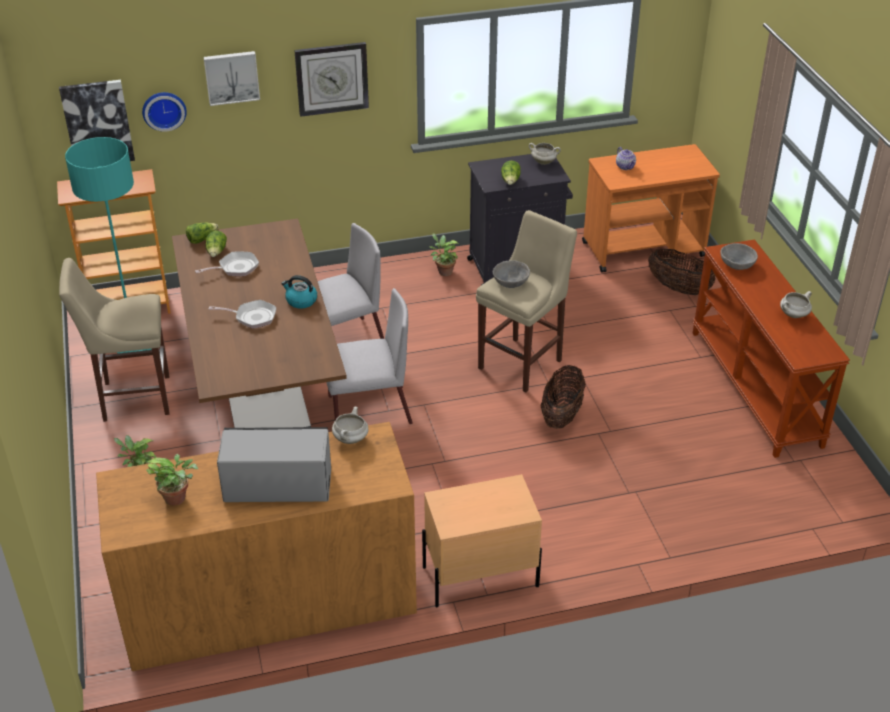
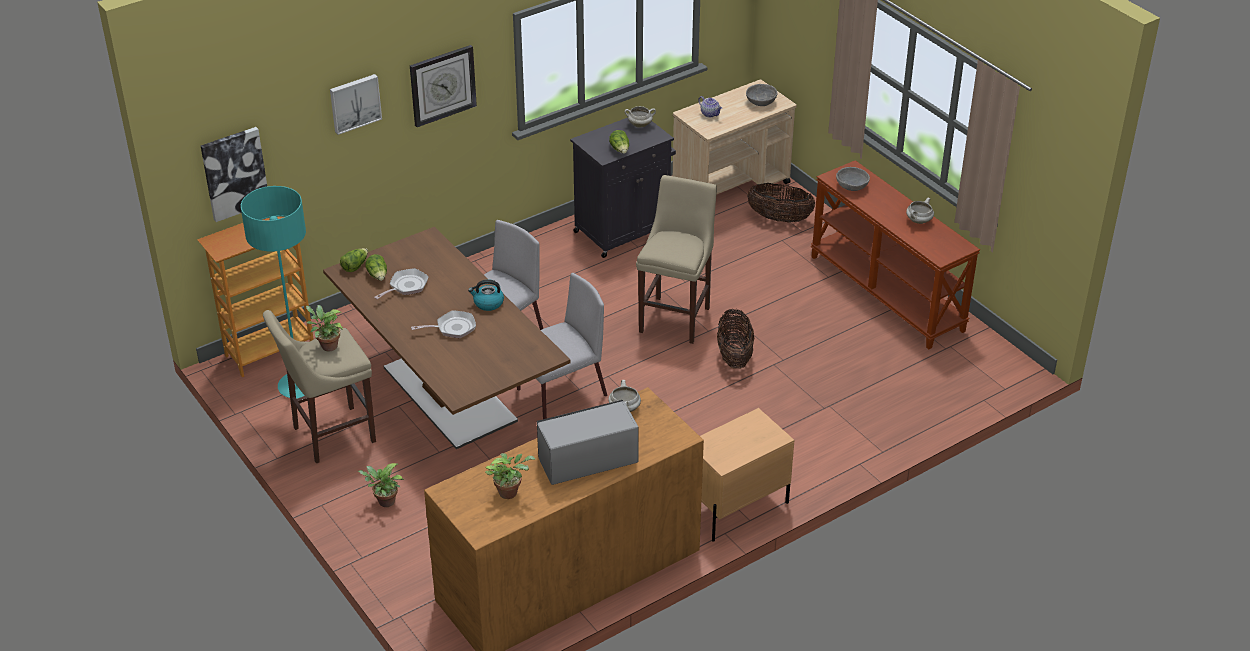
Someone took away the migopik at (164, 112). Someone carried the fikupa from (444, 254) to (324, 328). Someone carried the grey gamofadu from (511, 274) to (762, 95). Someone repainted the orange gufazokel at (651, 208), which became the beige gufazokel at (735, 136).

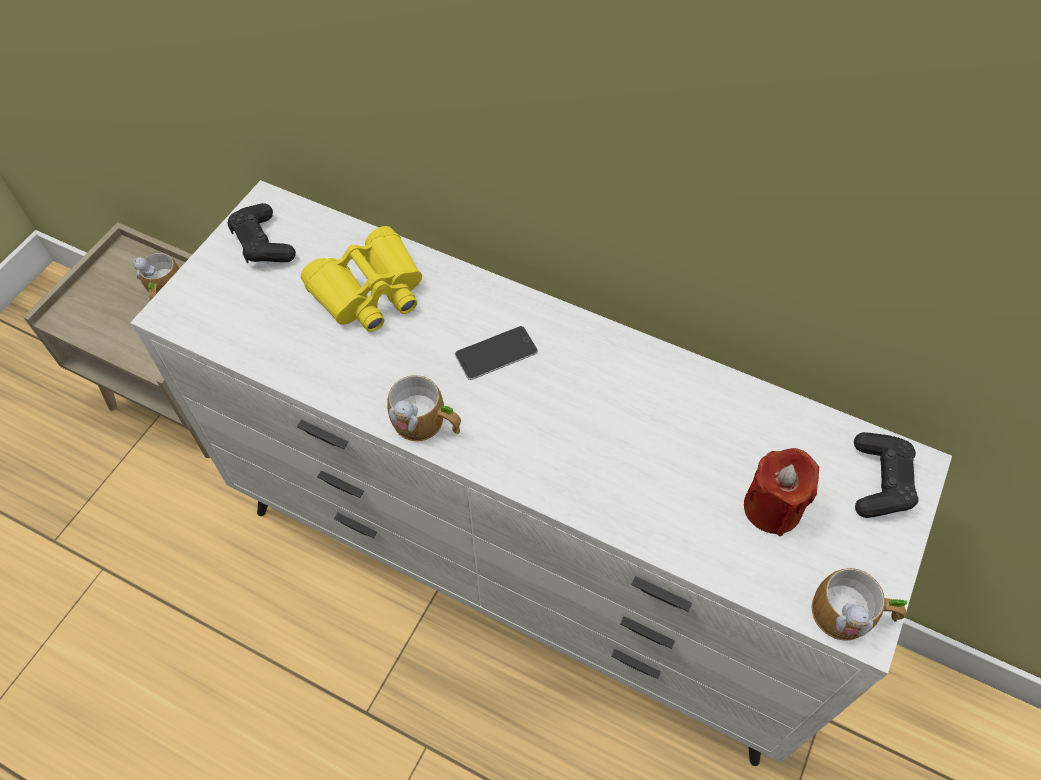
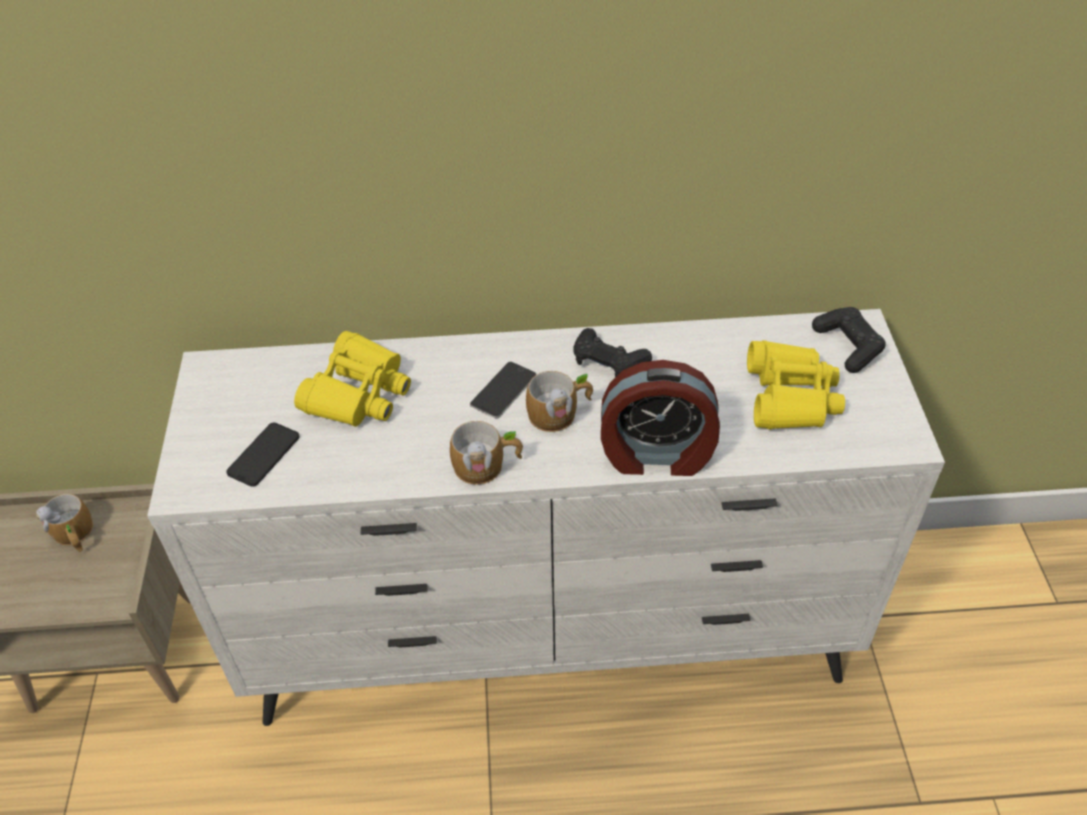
Someone put down the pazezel at (263, 455). Someone put down the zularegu at (660, 418). Someone carried the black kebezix from (261, 233) to (612, 352). Someone carried the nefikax from (859, 604) to (559, 401). Someone swapped the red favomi at (781, 492) for the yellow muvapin at (796, 384).

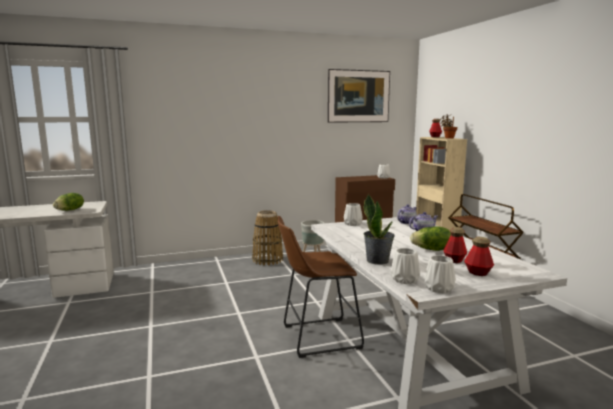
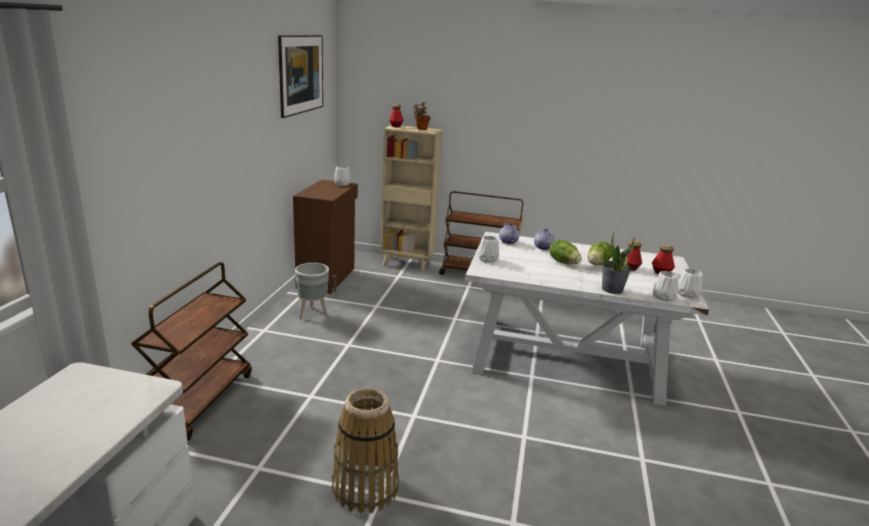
Someone took away the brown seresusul at (321, 287). Someone put down the brown gufazokel at (191, 351). Someone carried the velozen from (68, 202) to (565, 252). Someone carried the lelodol from (267, 238) to (365, 451).

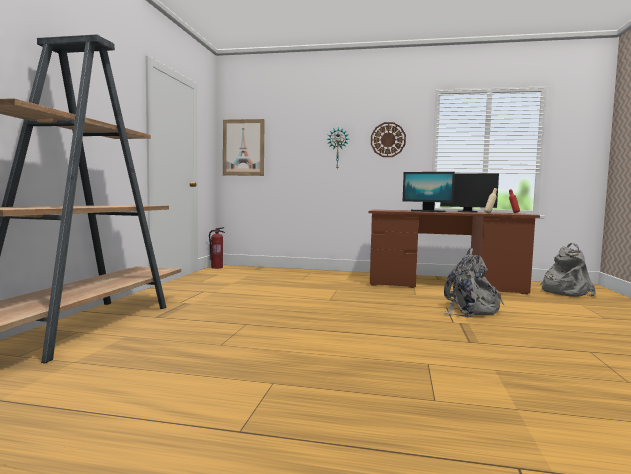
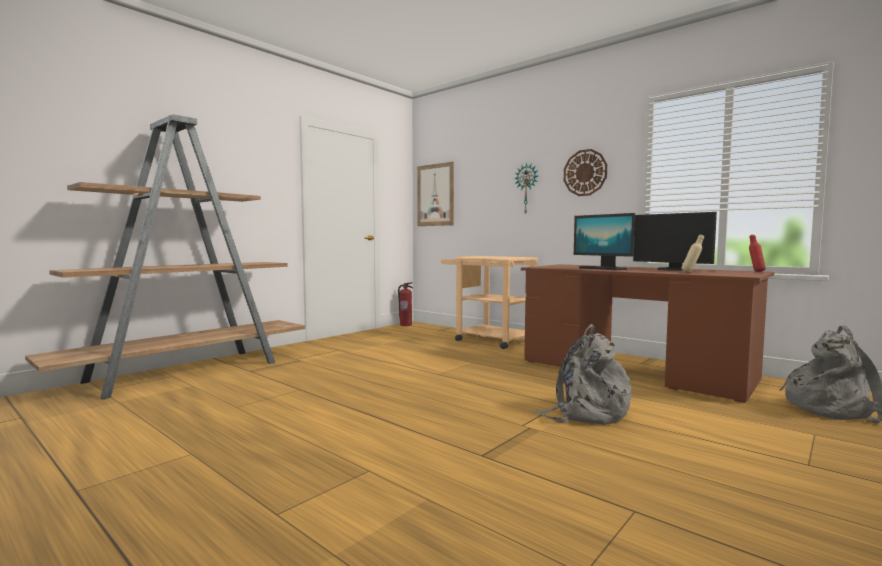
Someone put down the beige gufazokel at (489, 302).

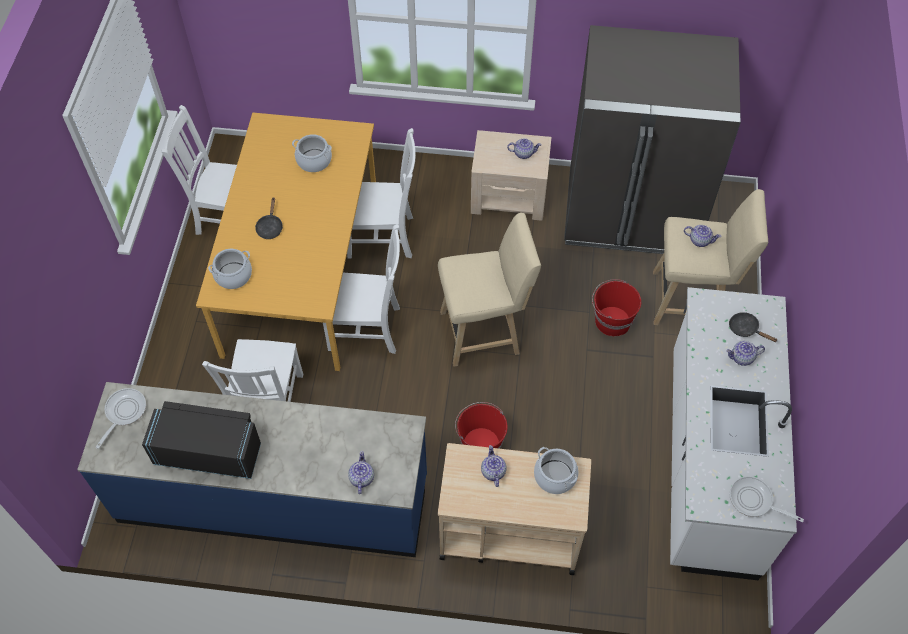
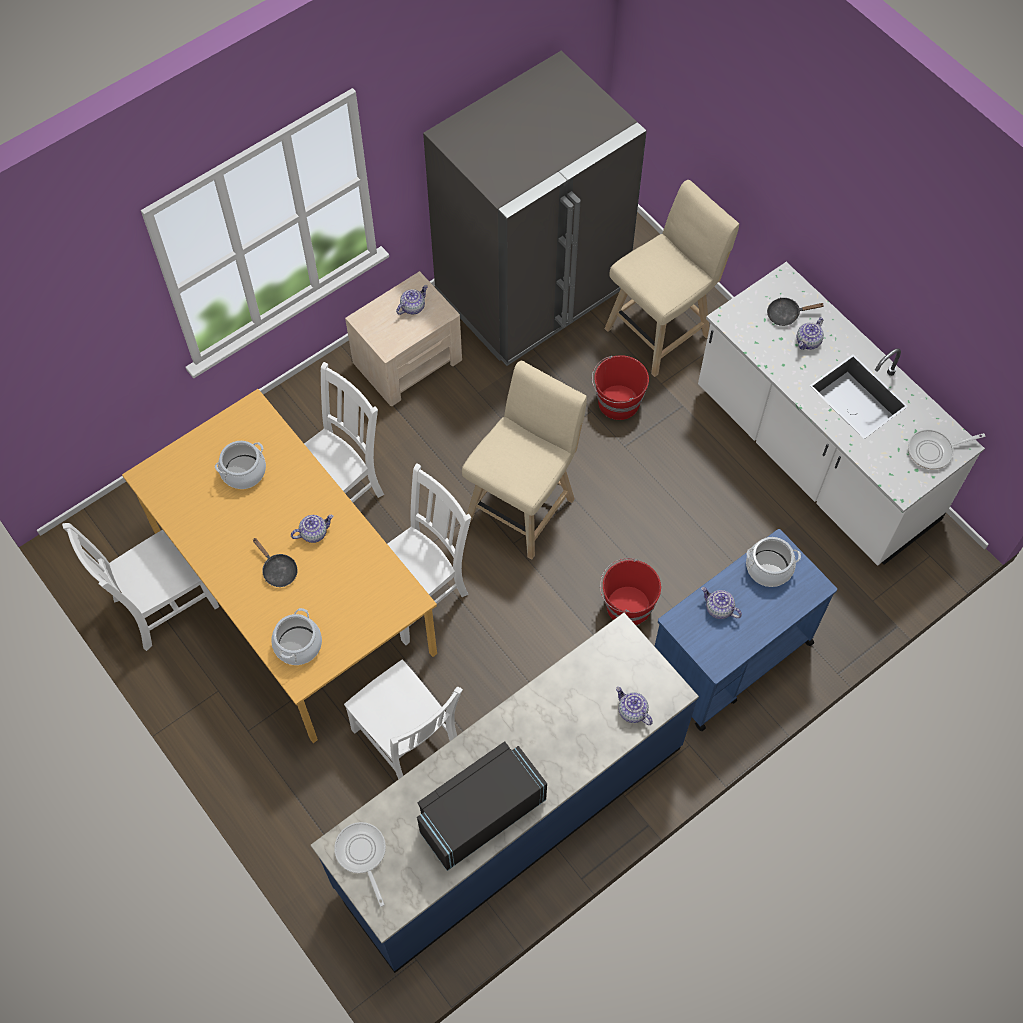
Someone carried the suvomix from (702, 236) to (312, 529). Someone repainted the beige gufazokel at (514, 509), which became the blue gufazokel at (746, 630).

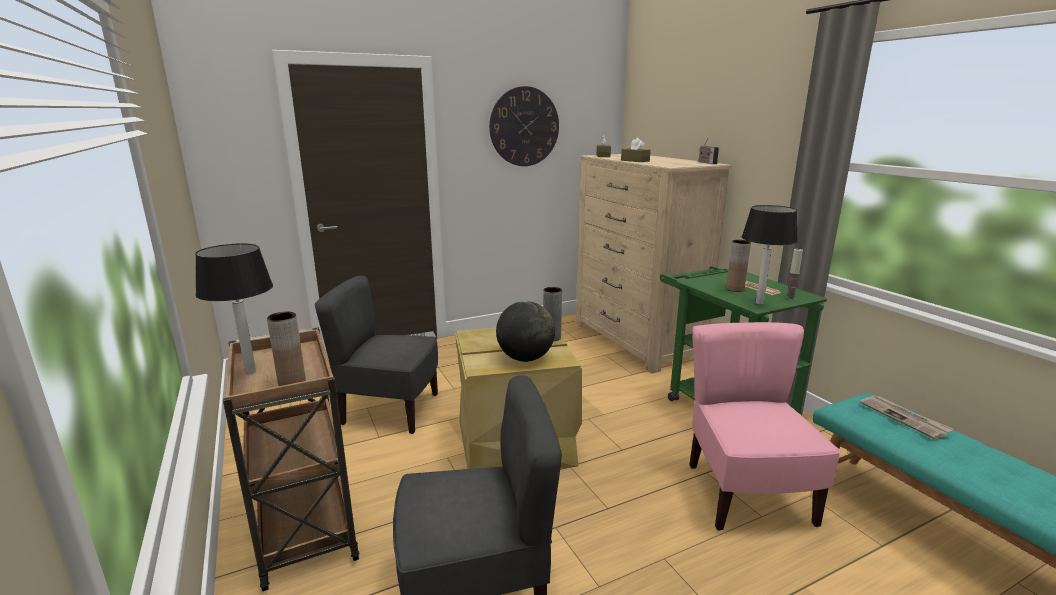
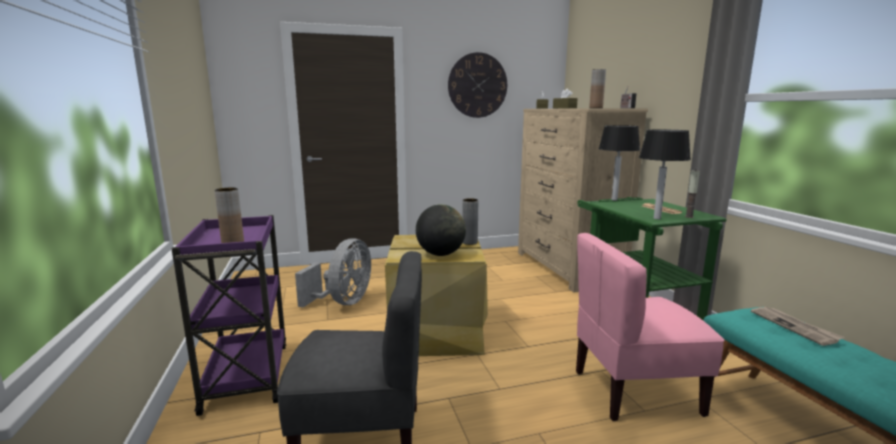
Someone carried the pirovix from (234, 308) to (619, 163). Someone carried the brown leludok from (738, 266) to (597, 88). Someone swapped the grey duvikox at (376, 355) for the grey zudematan at (333, 273). Someone repainted the brown gufazokel at (291, 459), which became the purple gufazokel at (228, 315). Someone rotated the pink duvikox at (765, 426) by 105 degrees counterclockwise.

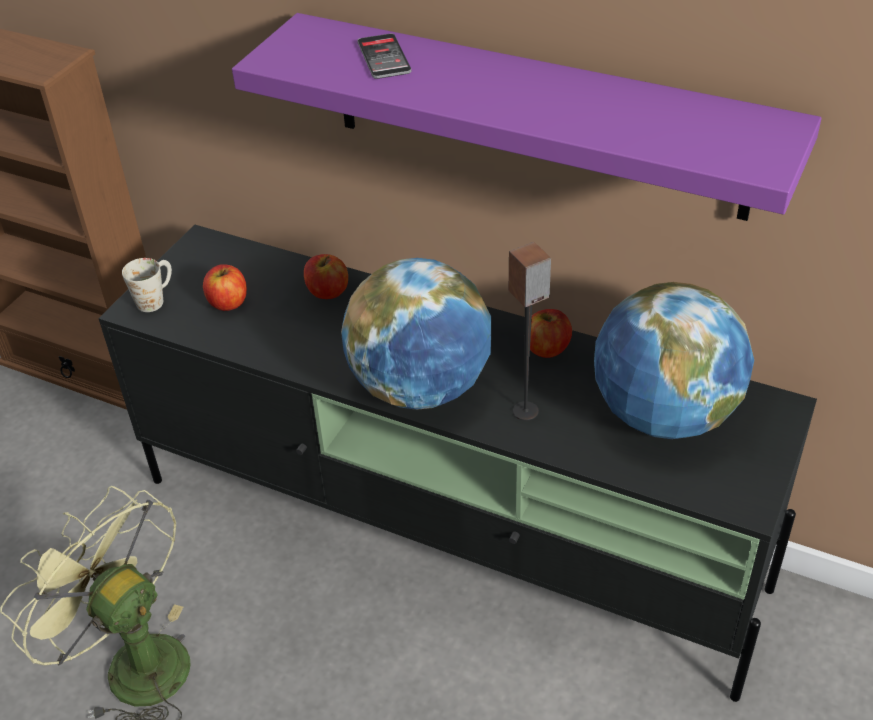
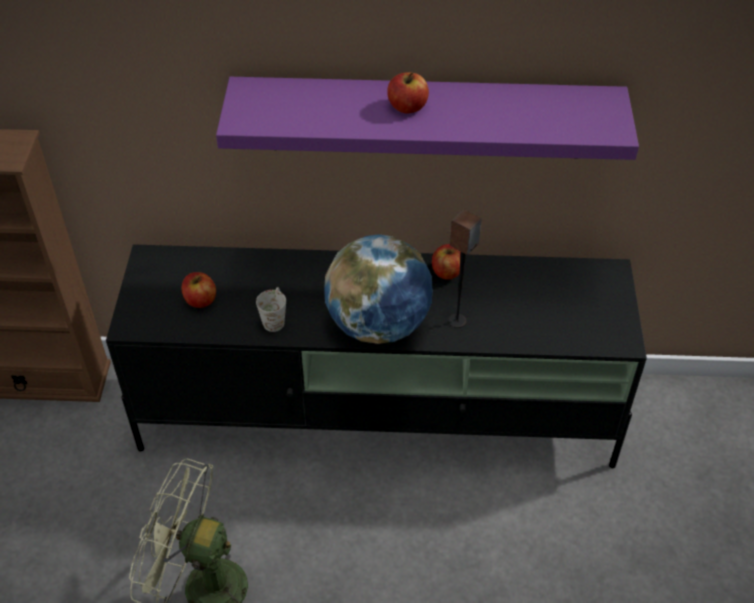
Someone took away the pazezel at (384, 56). Someone took away the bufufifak at (674, 360). Someone carried the white nefikax from (147, 285) to (271, 309). Someone carried the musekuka from (326, 276) to (408, 93).

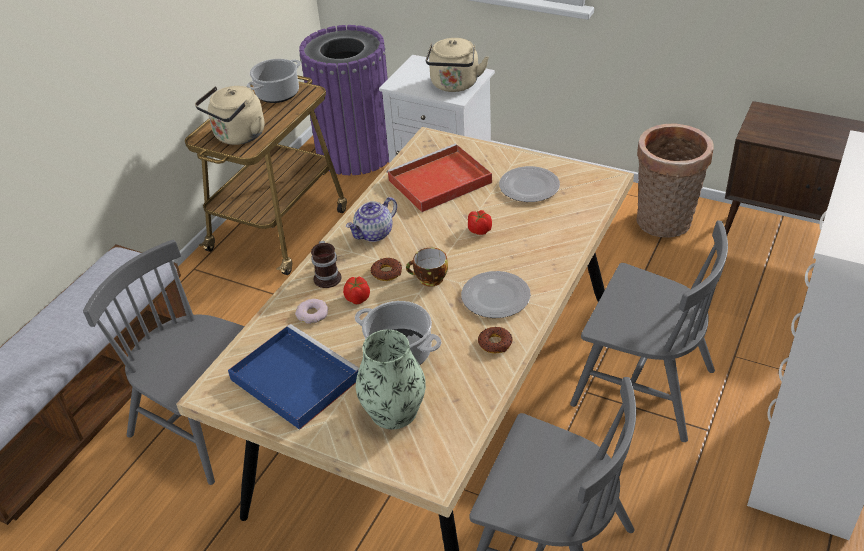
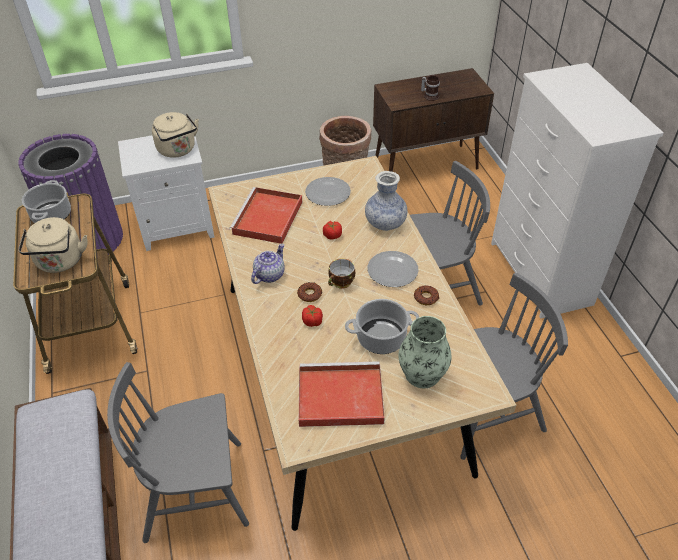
Someone took away the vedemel at (311, 311). Someone put down the leludok at (386, 201). Someone carried the nefikax from (326, 264) to (430, 88). Someone repainted the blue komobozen at (293, 377), which became the red komobozen at (342, 394). Someone rotated the suvomix at (371, 219) by 150 degrees counterclockwise.

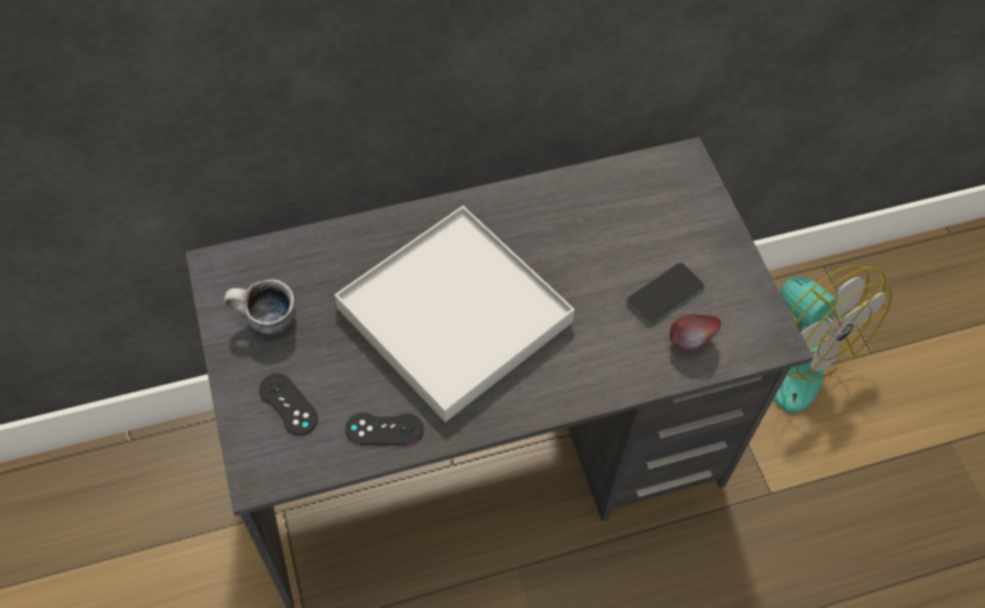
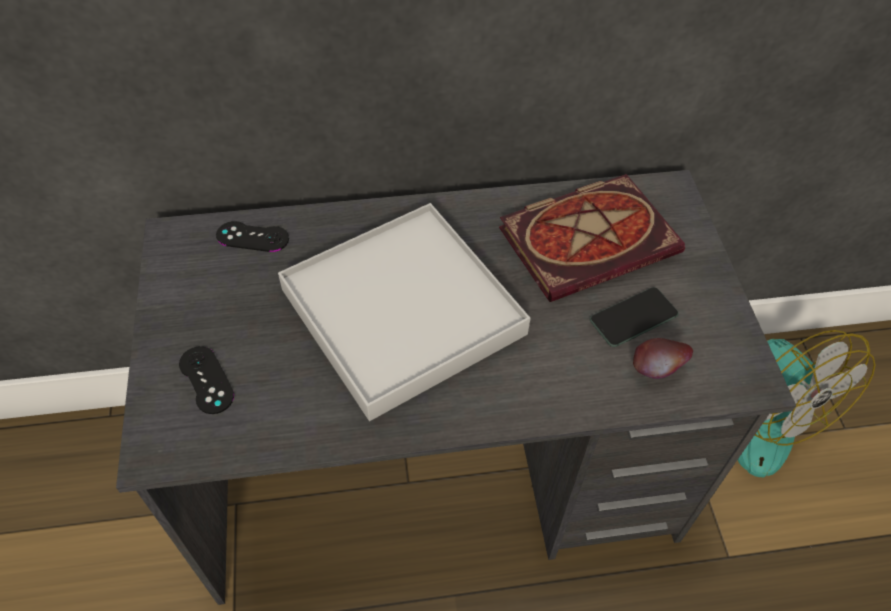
Someone took away the nefikax at (260, 307). Someone put down the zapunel at (592, 238). Someone carried the black kebezix from (384, 429) to (252, 236).

